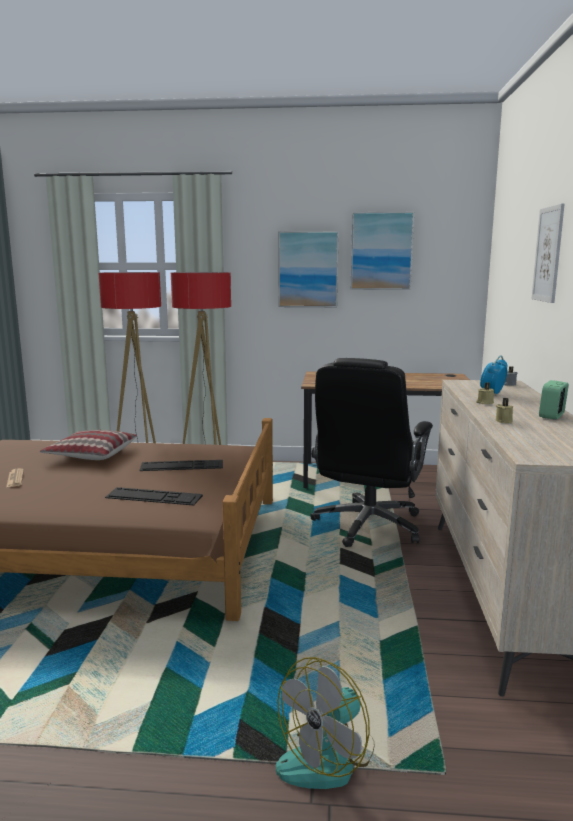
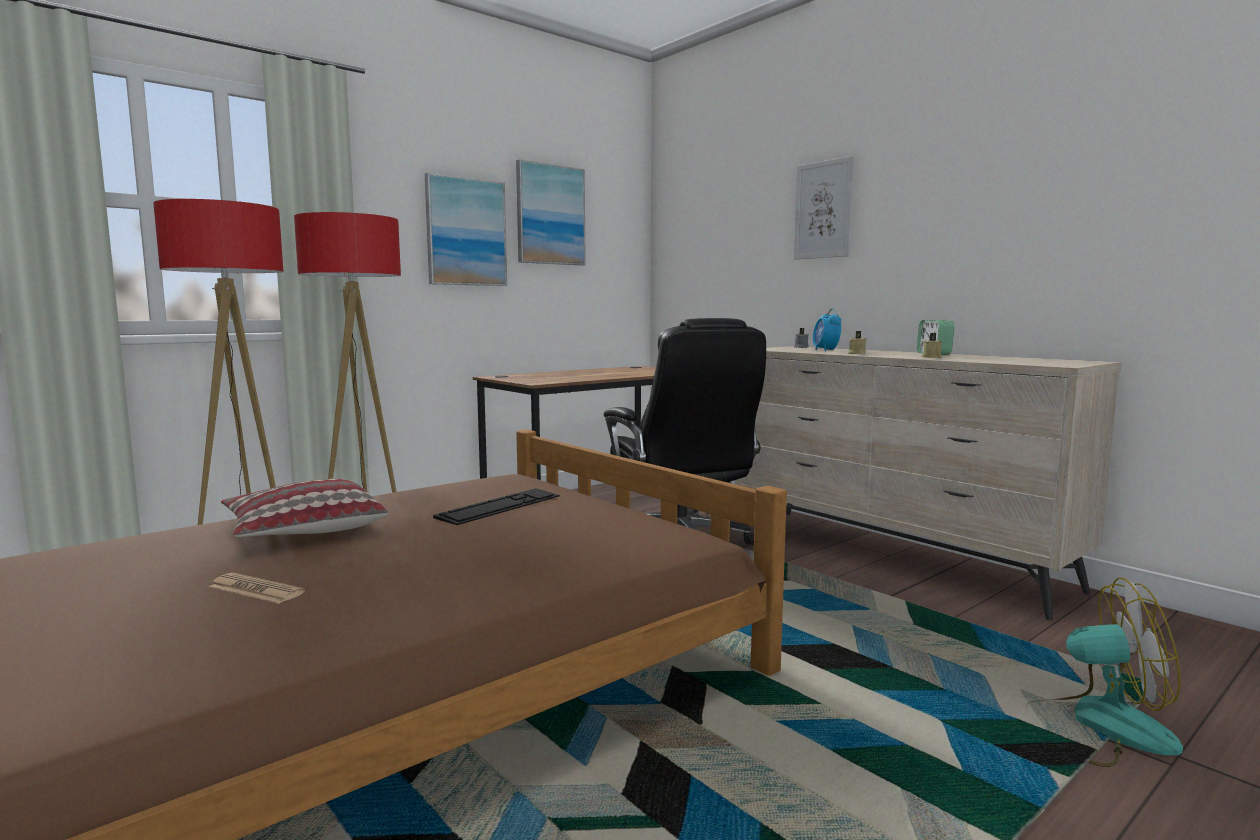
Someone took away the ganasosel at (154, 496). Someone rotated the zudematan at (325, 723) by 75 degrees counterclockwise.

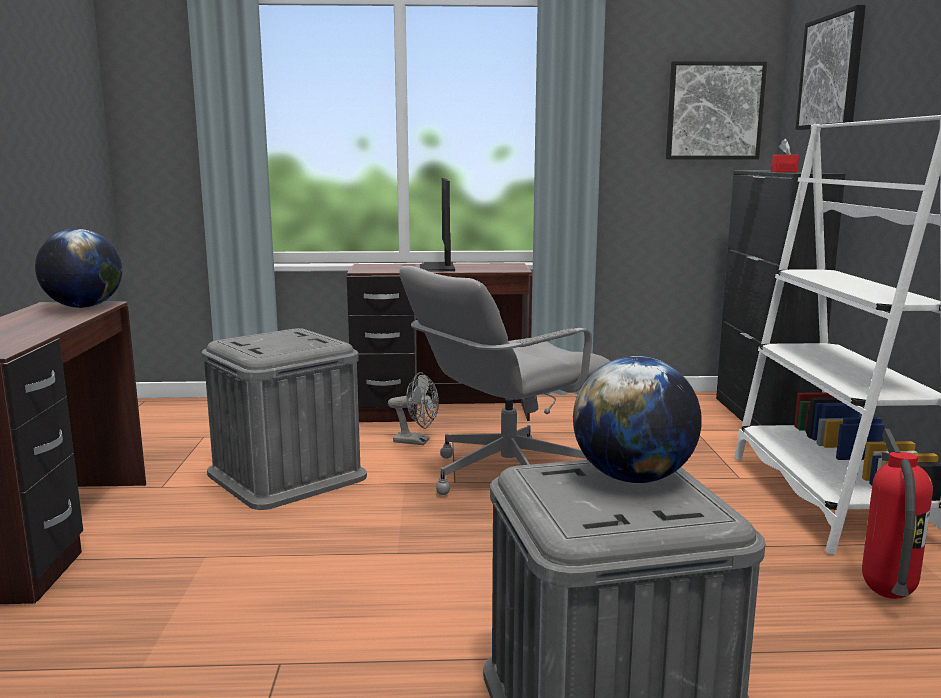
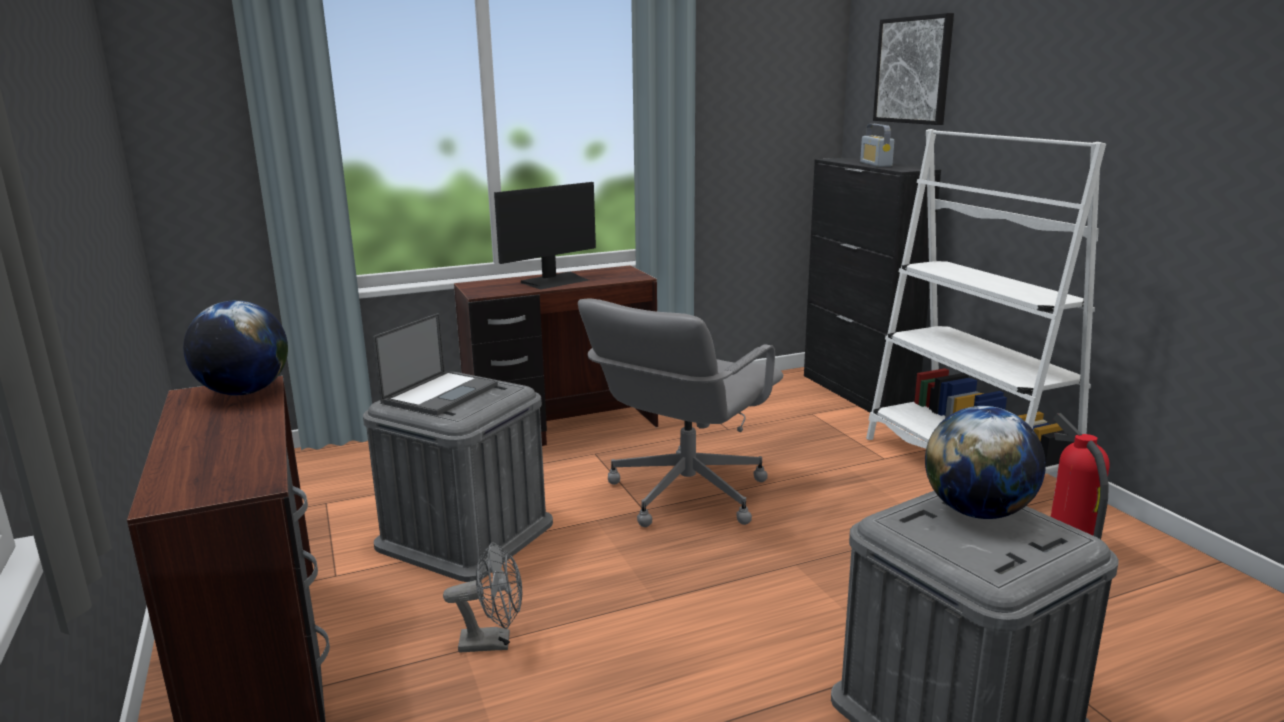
Someone took away the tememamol at (716, 110). Someone put down the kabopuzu at (435, 364). Someone carried the grey zudematan from (413, 408) to (482, 597). Someone swapped the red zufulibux at (785, 155) for the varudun at (877, 145). Someone rotated the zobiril at (437, 225) by 105 degrees counterclockwise.

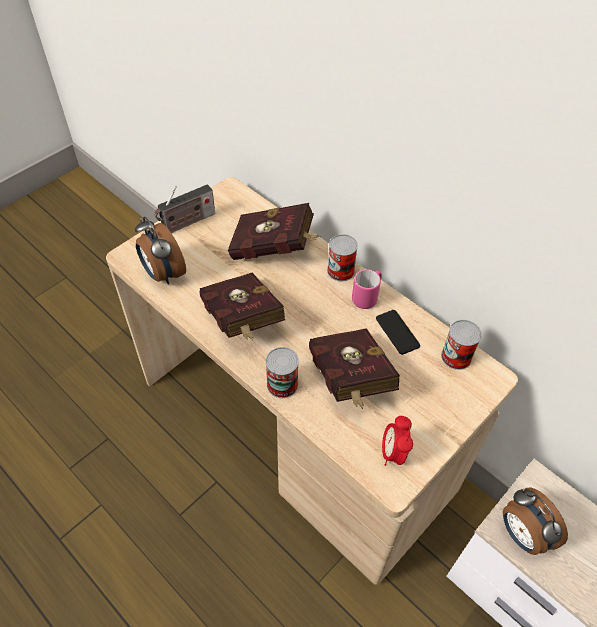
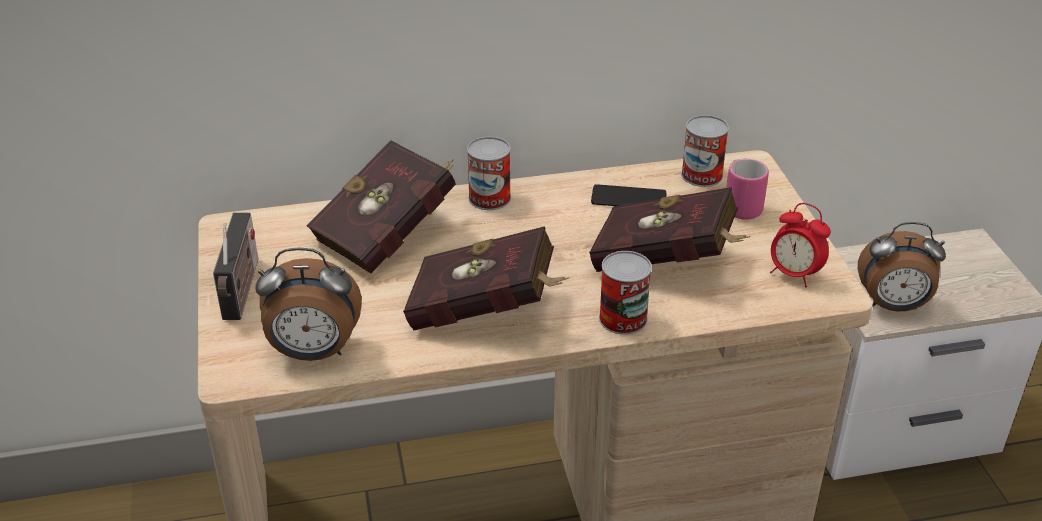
Someone carried the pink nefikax from (367, 289) to (747, 189).

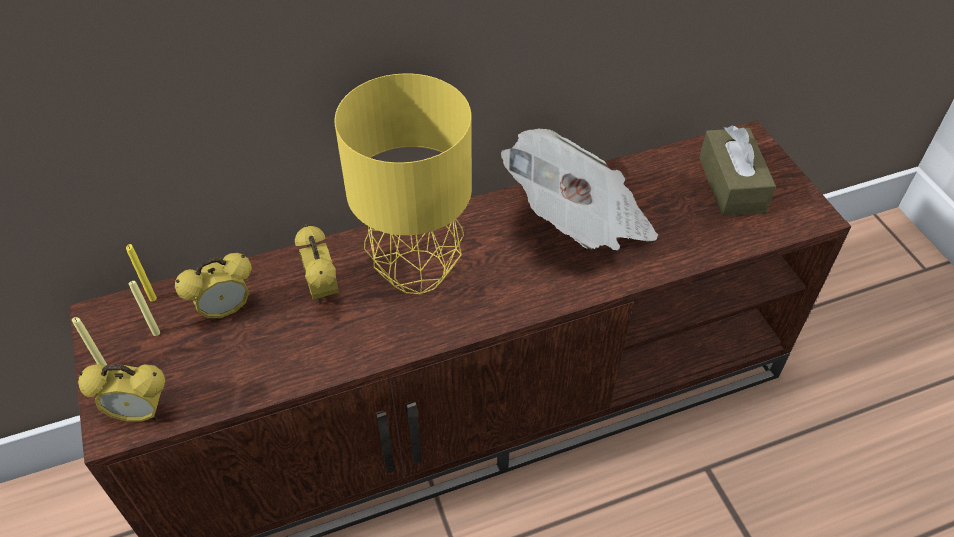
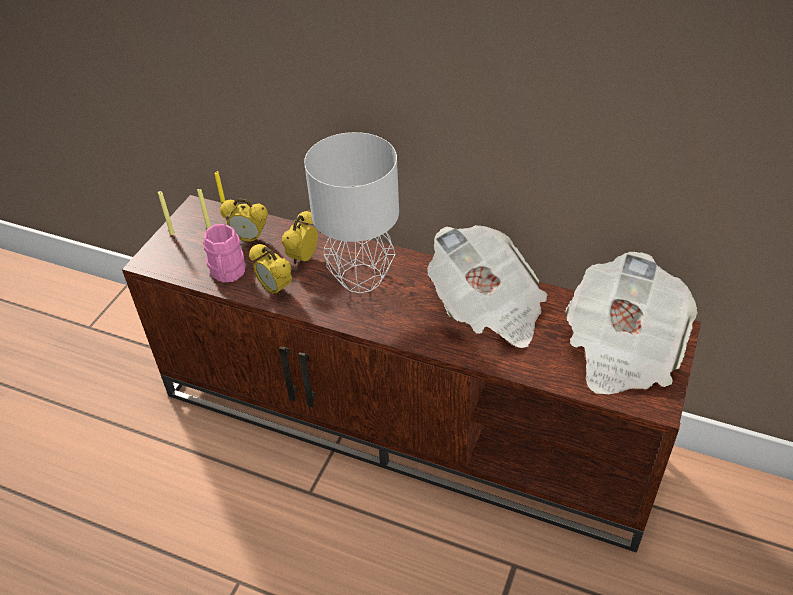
Someone put down the pink nefikax at (224, 253). Someone carried the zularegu from (122, 393) to (270, 270). Someone swapped the brown zufulibux at (737, 171) for the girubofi at (631, 323). Someone repainted the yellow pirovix at (403, 184), which became the grey pirovix at (351, 212).

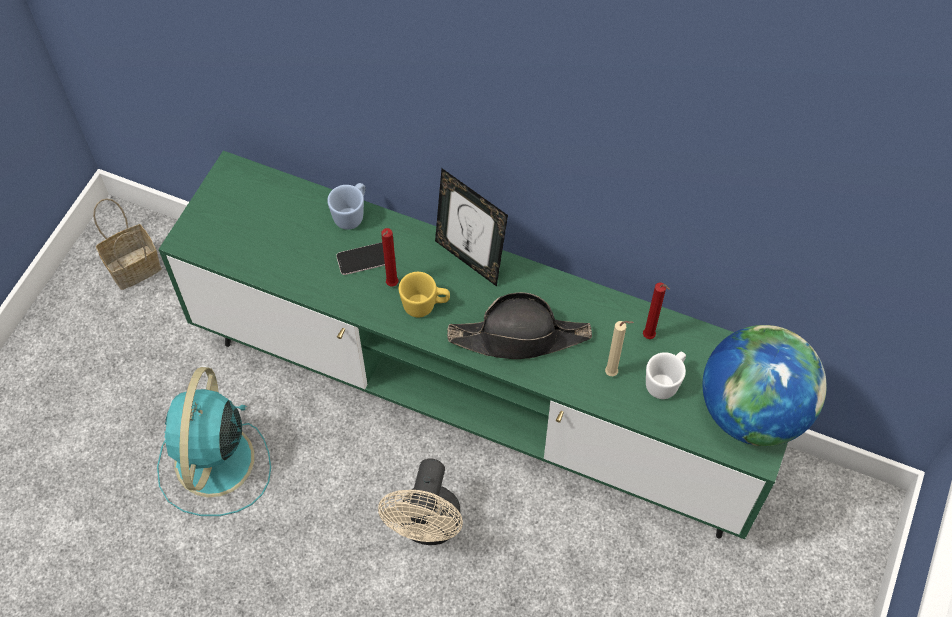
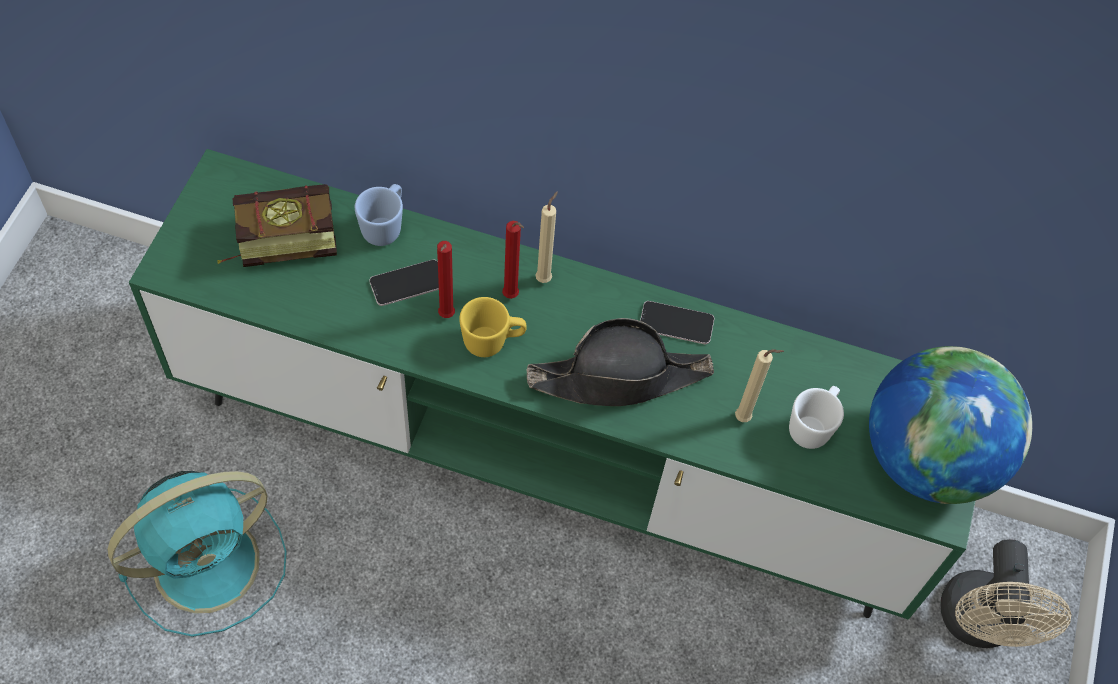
Someone took away the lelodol at (127, 244). Someone put down the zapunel at (277, 225). Someone put down the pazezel at (677, 322). Someone carried the beige zudematan from (420, 501) to (1005, 593). Someone carried the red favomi from (656, 310) to (513, 260). Someone swapped the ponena at (471, 227) for the beige favomi at (547, 237). Someone rotated the turquoise zudematan at (214, 441) by 120 degrees counterclockwise.

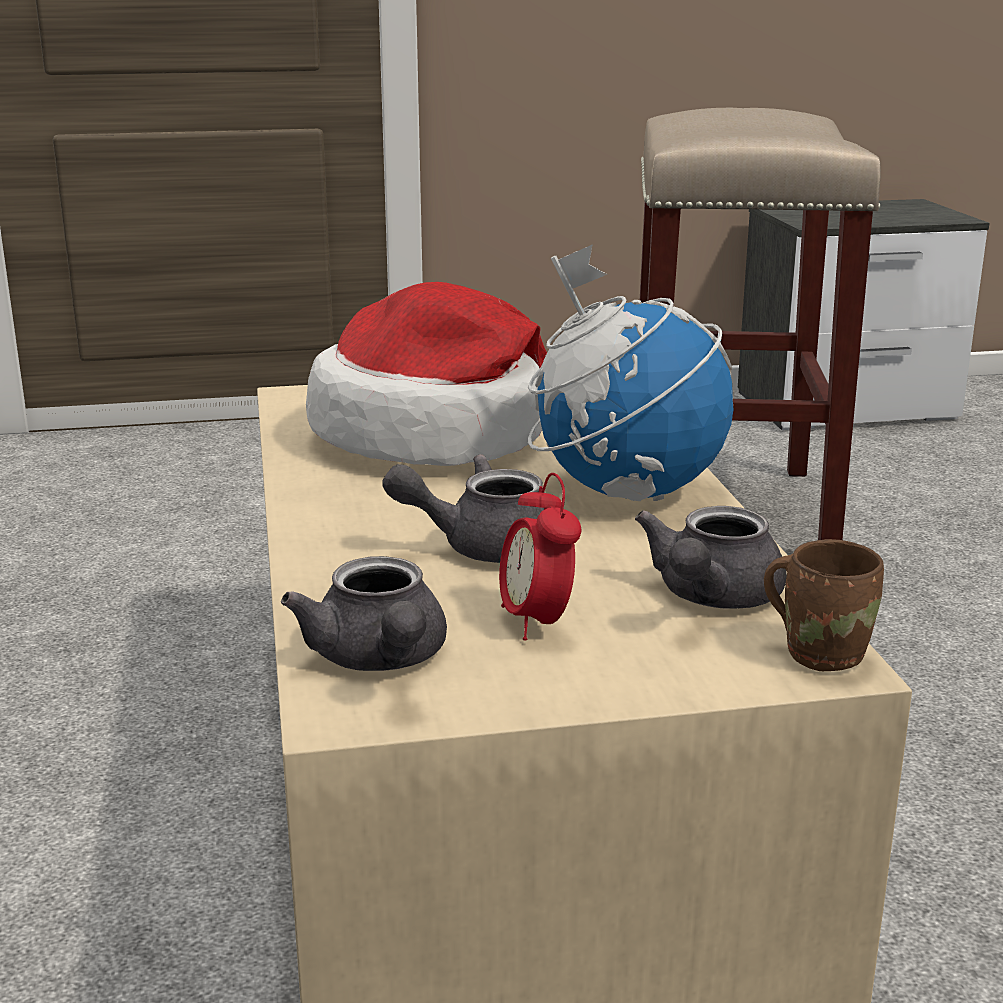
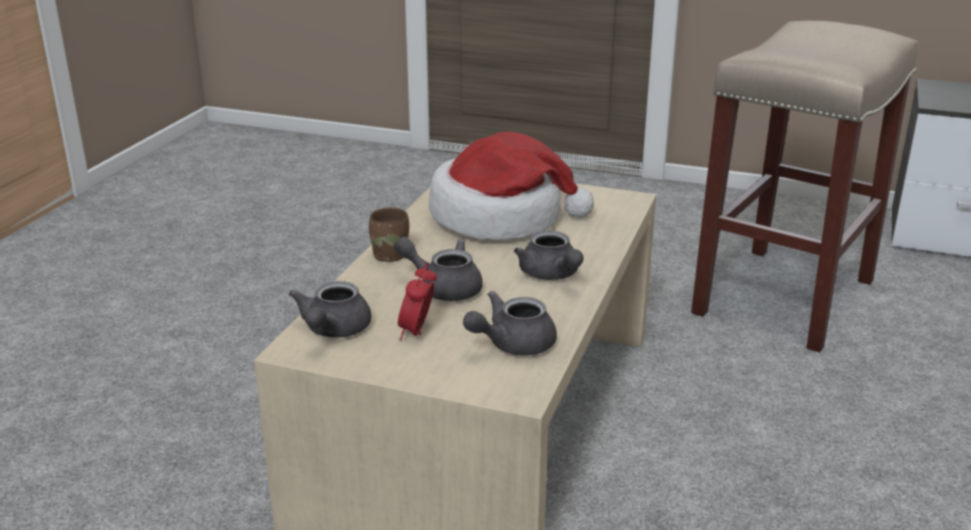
Someone carried the brown nefikax from (824, 605) to (389, 235). Someone swapped the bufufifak at (630, 372) for the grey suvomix at (549, 255).

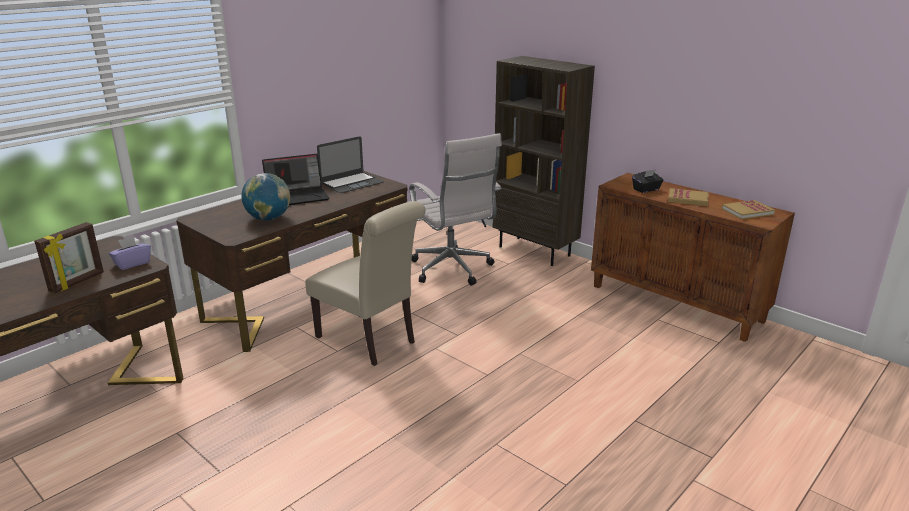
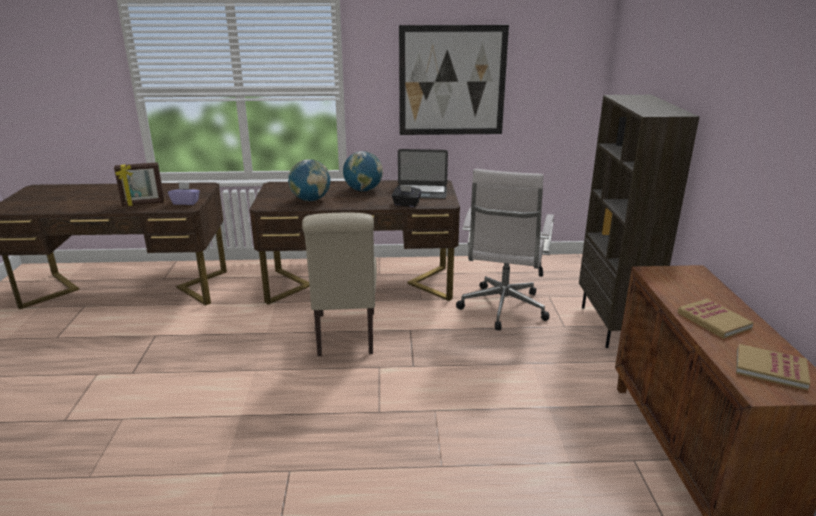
Someone put up the tememamol at (454, 80). Someone carried the black zufulibux from (648, 181) to (406, 196). Someone swapped the kabopuzu at (295, 179) for the bufufifak at (363, 171).

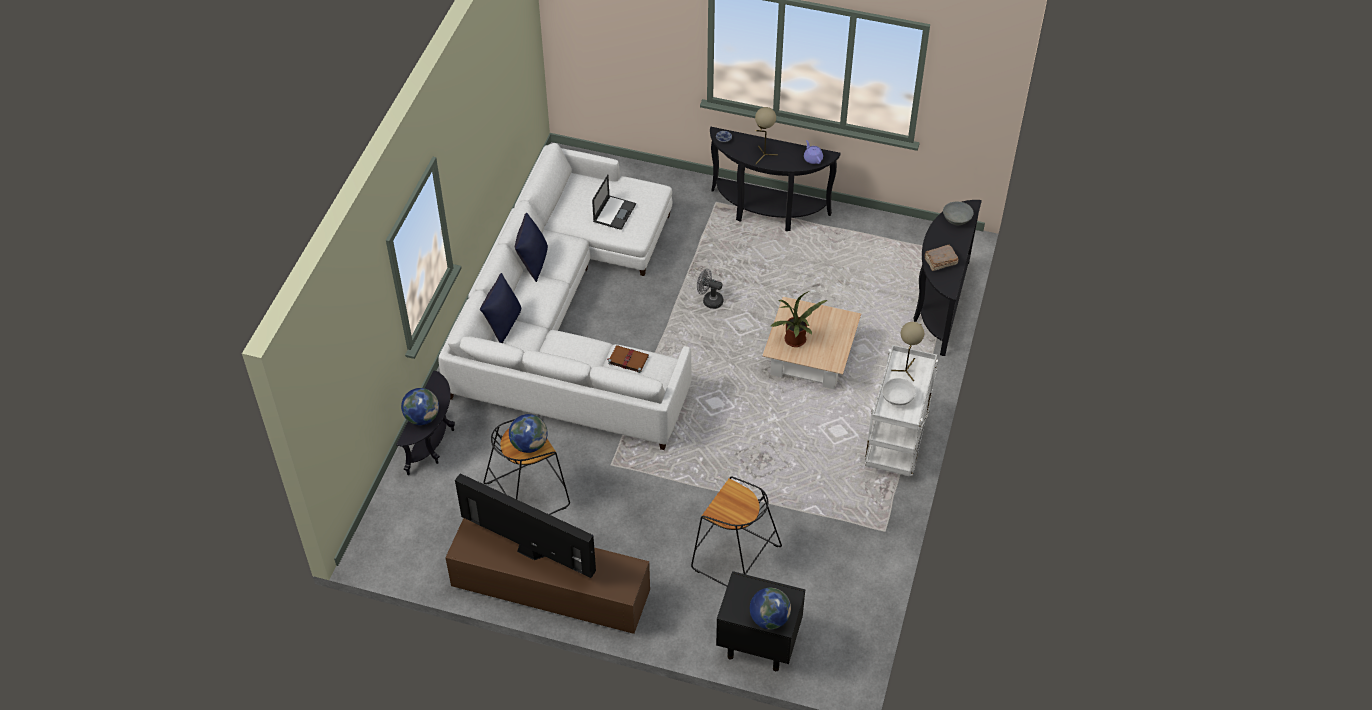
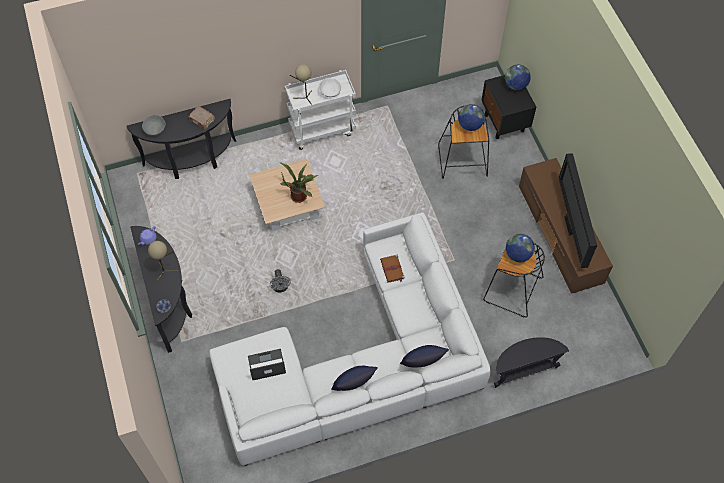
Someone carried the bufufifak from (420, 406) to (471, 117).

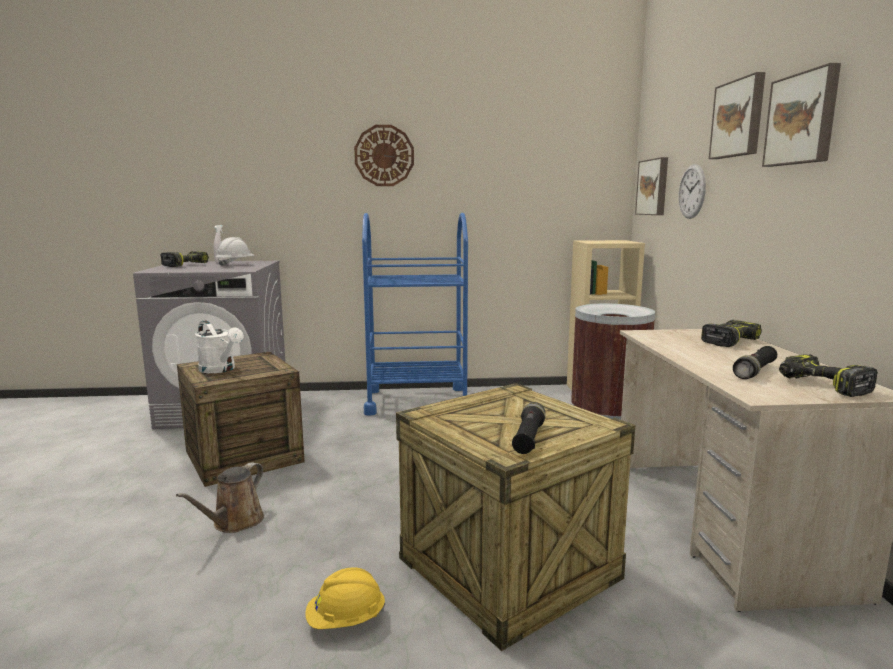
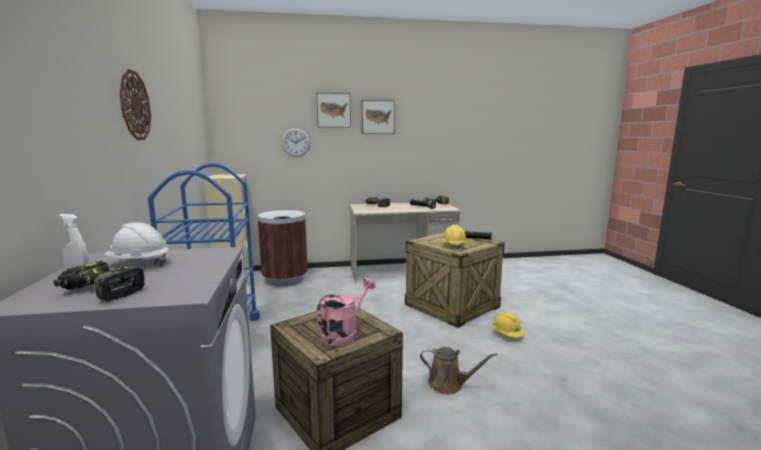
Someone took away the tememamol at (651, 186). Someone put down the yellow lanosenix at (454, 237). Someone repainted the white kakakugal at (219, 346), which became the pink kakakugal at (346, 311).

